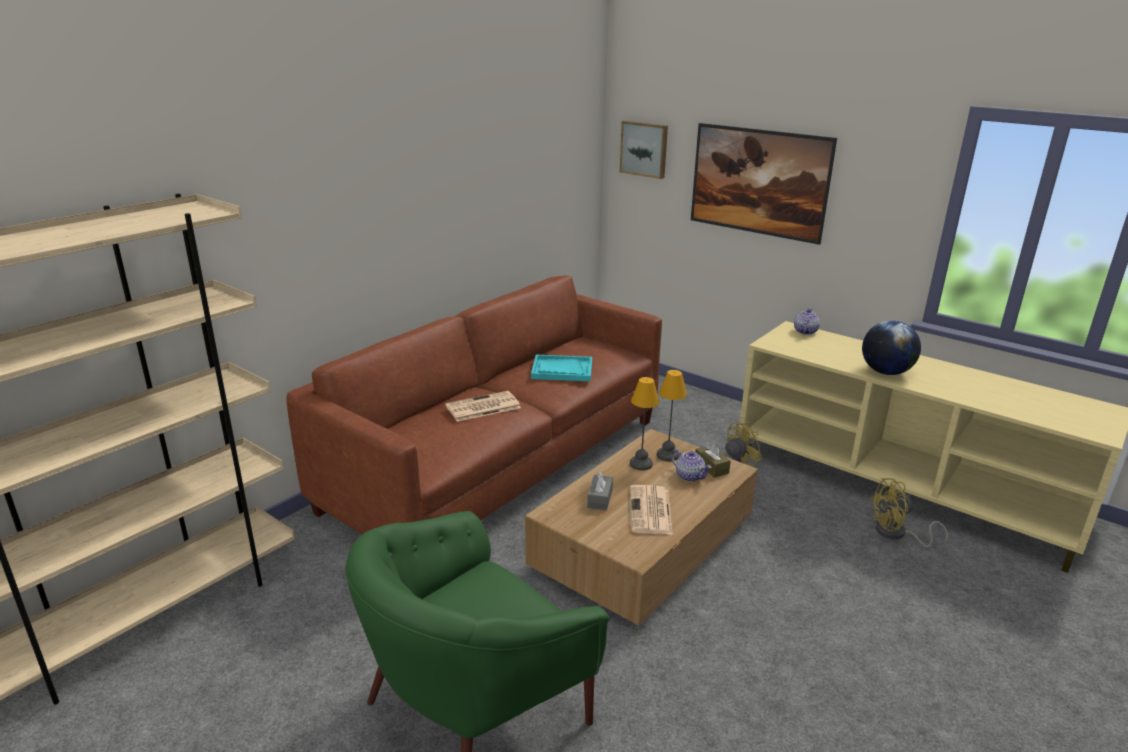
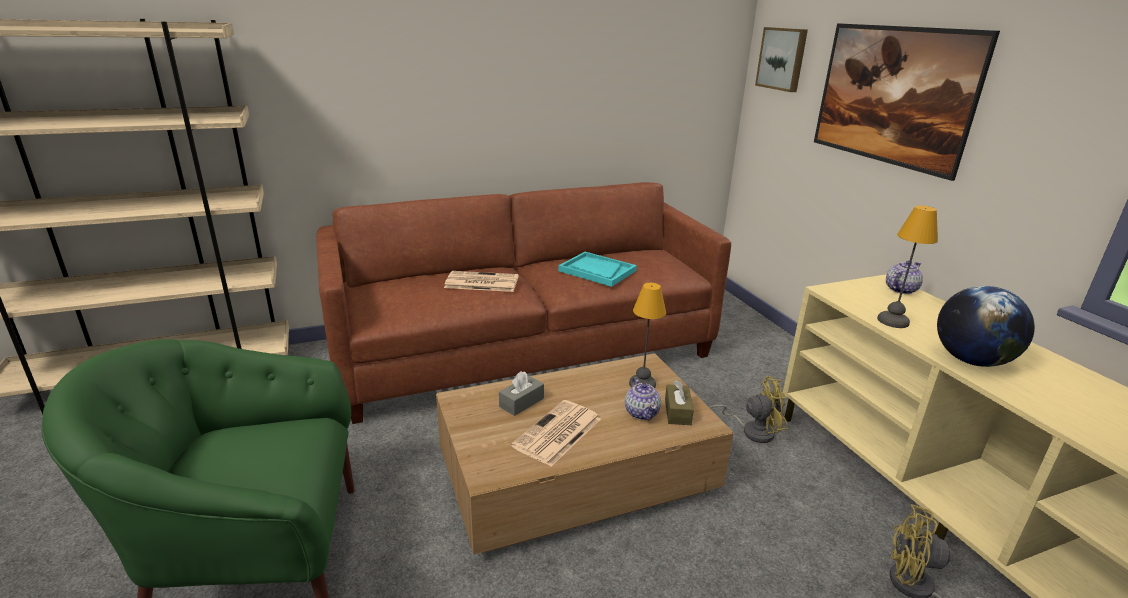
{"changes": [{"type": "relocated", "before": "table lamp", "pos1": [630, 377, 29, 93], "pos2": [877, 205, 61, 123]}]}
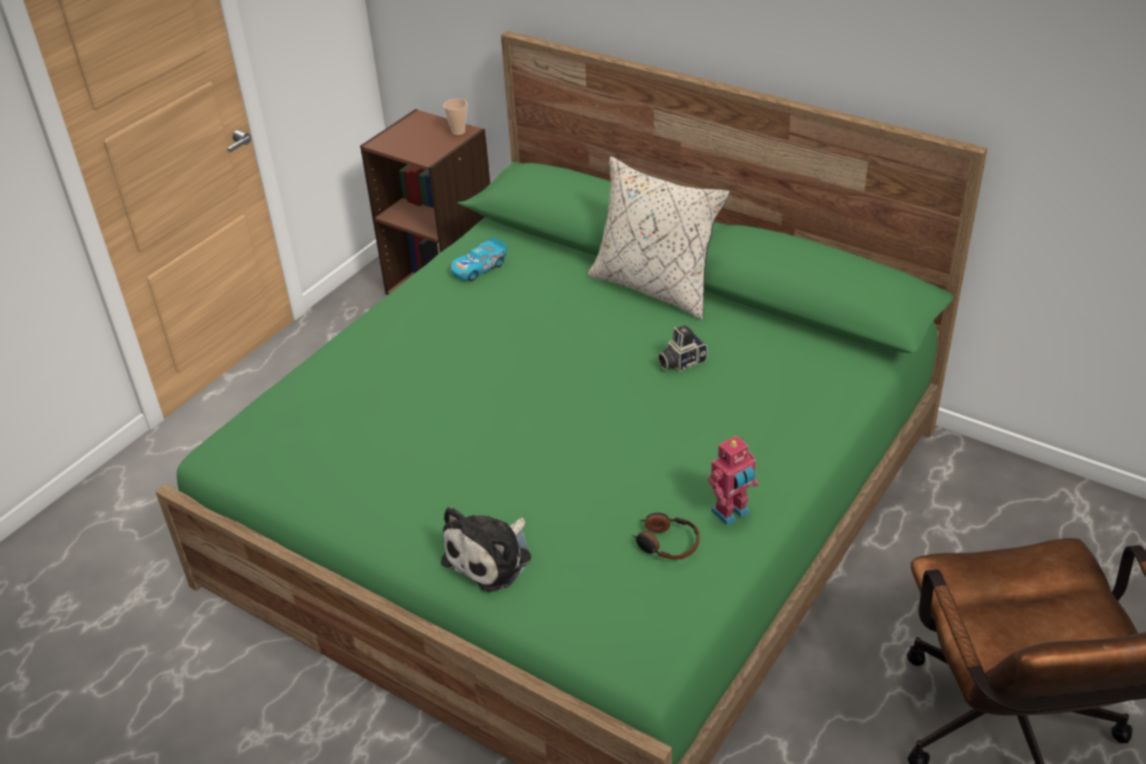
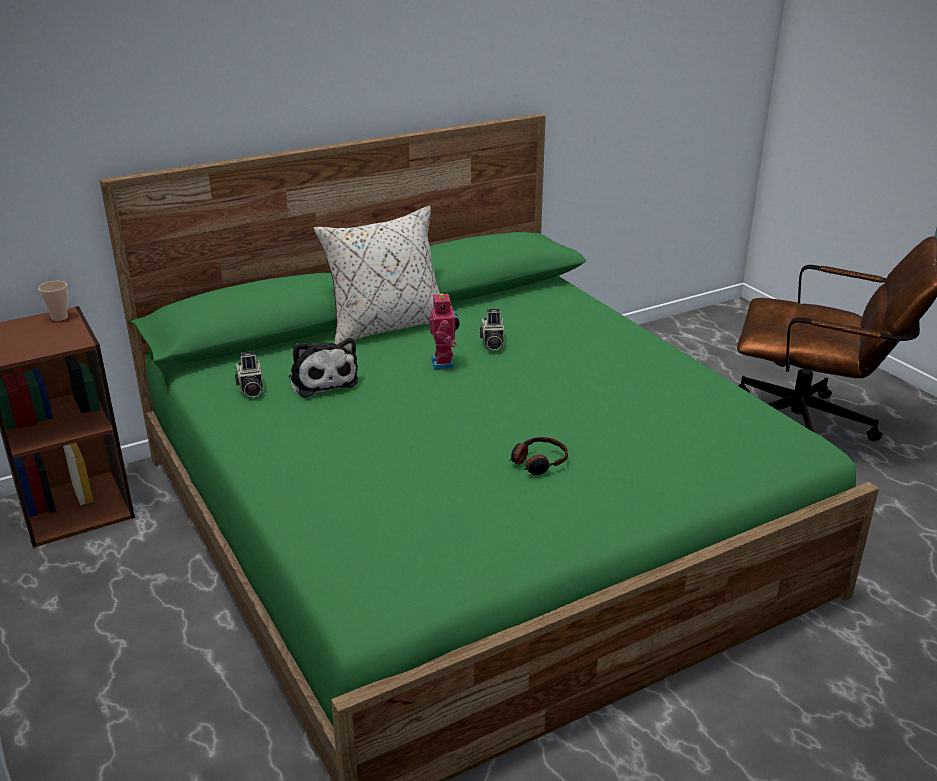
{"changes": [{"type": "relocated", "before": "plush toy", "pos1": [441, 506, 90, 86], "pos2": [289, 338, 70, 60]}, {"type": "relocated", "before": "headphones", "pos1": [632, 513, 68, 47], "pos2": [510, 437, 58, 38]}, {"type": "relocated", "before": "toy robot", "pos1": [708, 436, 50, 90], "pos2": [429, 291, 31, 78]}, {"type": "exchanged", "before": "toy car", "after": "photo camera", "pos1": [450, 236, 57, 45], "pos2": [235, 351, 29, 47]}]}
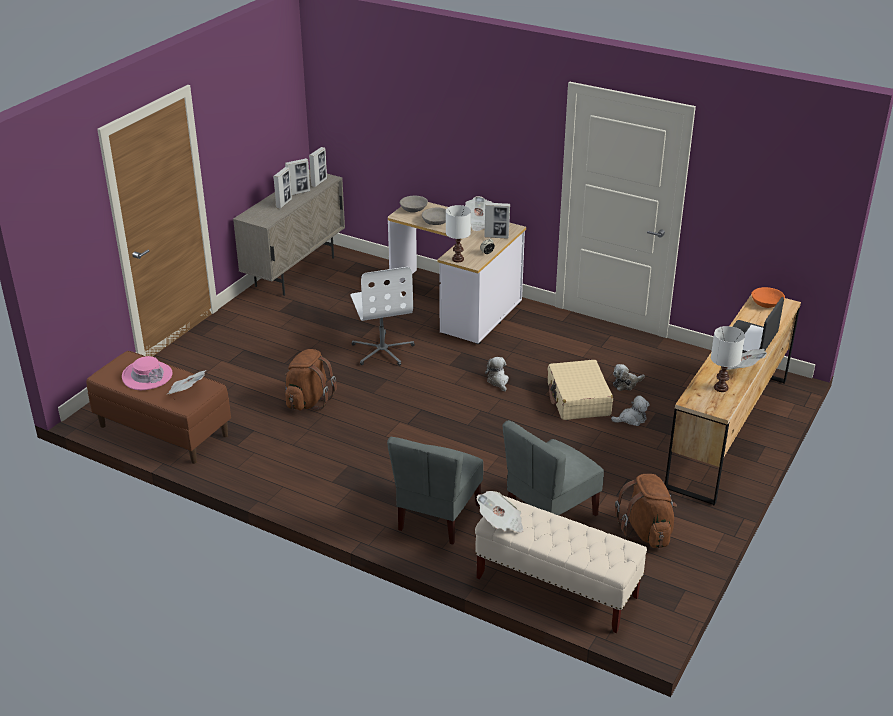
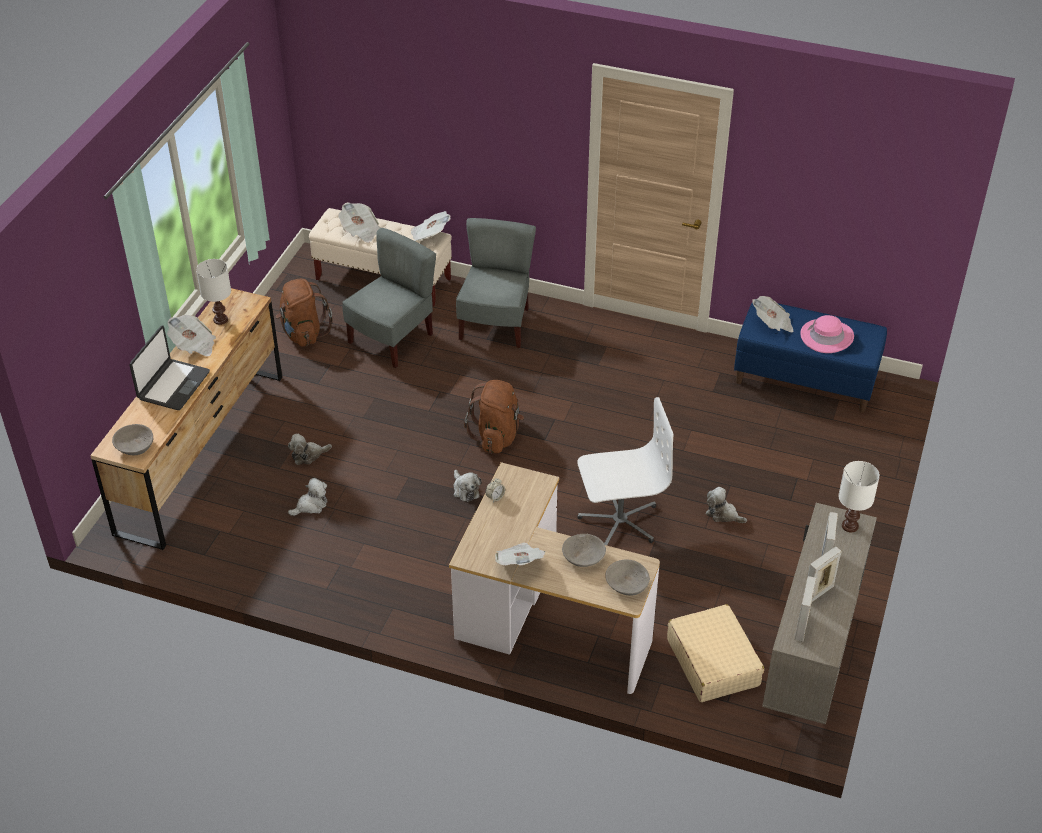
{"changes": [{"type": "missing", "before": "picture frame", "pos1": [484, 202, 26, 37]}, {"type": "appeared", "after": "newspaper", "pos2": [338, 202, 43, 41]}, {"type": "appeared", "after": "plush toy", "pos2": [706, 487, 41, 36]}, {"type": "relocated", "before": "brown backpack", "pos1": [285, 349, 52, 62], "pos2": [464, 380, 60, 73]}, {"type": "relocated", "before": "white table lamp", "pos1": [446, 205, 25, 57], "pos2": [838, 461, 42, 71]}, {"type": "relocated", "before": "beige suitcase", "pos1": [548, 360, 65, 60], "pos2": [667, 604, 97, 98]}, {"type": "colour", "before": "brown bench", "after": "blue bench", "pos1": [87, 351, 144, 113], "pos2": [734, 303, 153, 110]}, {"type": "colour", "before": "orange bowl", "after": "grey bowl", "pos1": [751, 287, 34, 21], "pos2": [112, 424, 41, 31]}, {"type": "spun", "before": "white office chair", "pos1": [350, 267, 65, 99], "pos2": [577, 397, 97, 148], "turn": 105}]}
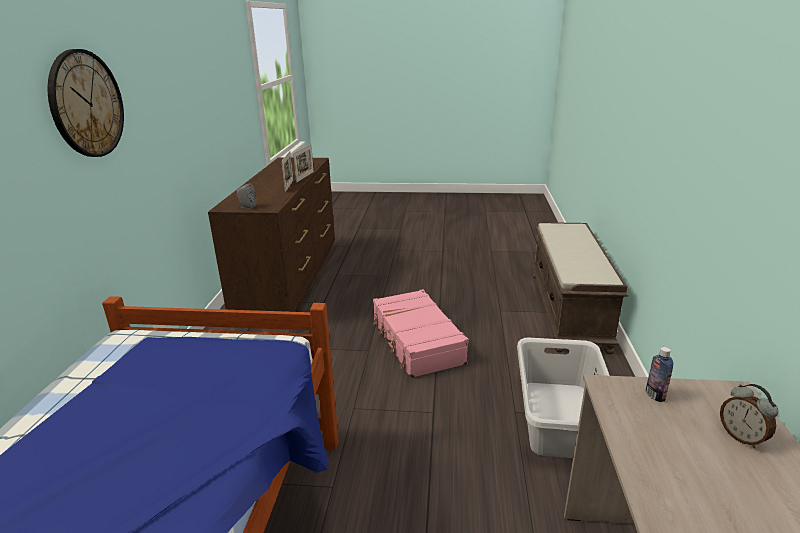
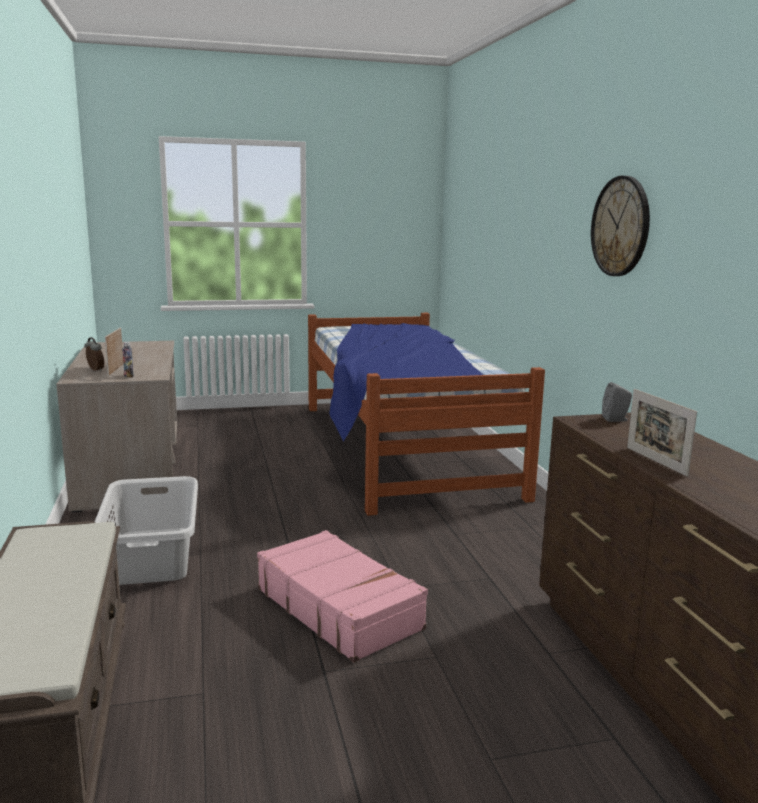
{"changes": [{"type": "relocated", "before": "picture frame", "pos1": [293, 144, 21, 39], "pos2": [105, 328, 18, 48]}]}
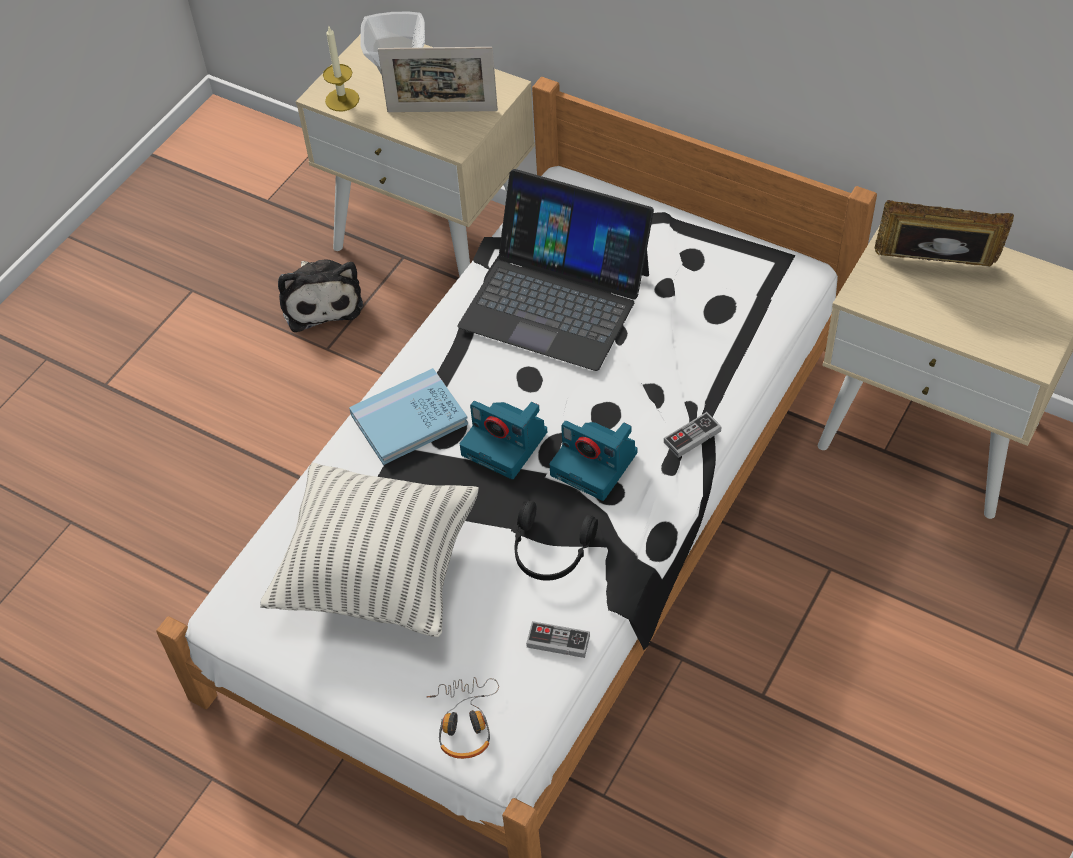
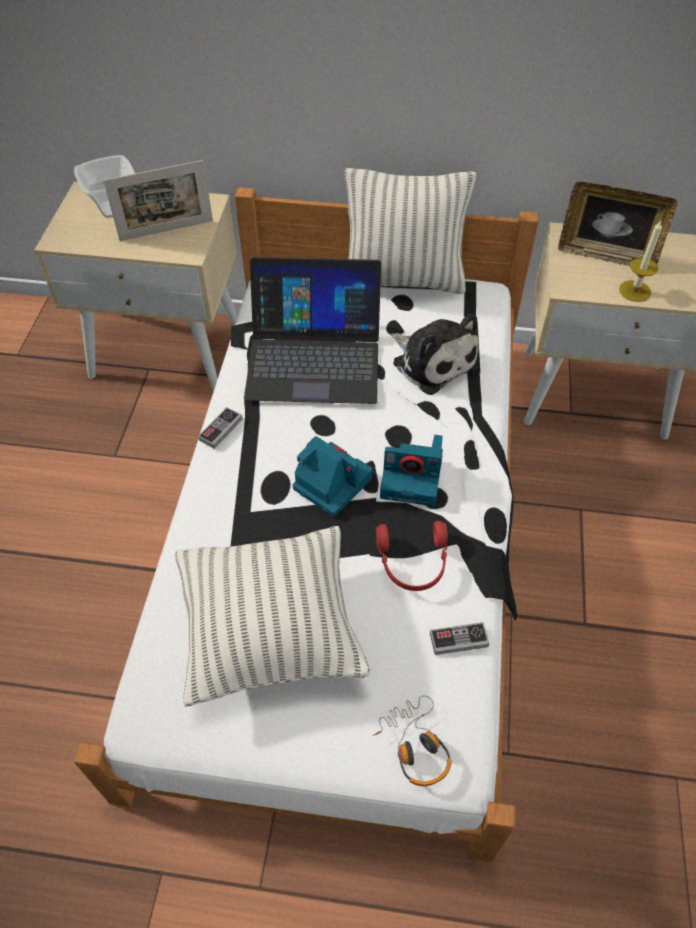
{"changes": [{"type": "missing", "before": "blue book", "pos1": [349, 368, 119, 97]}, {"type": "appeared", "after": "pillow", "pos2": [345, 168, 131, 126]}, {"type": "relocated", "before": "plush toy", "pos1": [278, 260, 85, 72], "pos2": [391, 314, 88, 81]}, {"type": "relocated", "before": "candle", "pos1": [323, 25, 36, 86], "pos2": [619, 220, 43, 82]}, {"type": "relocated", "before": "game controller", "pos1": [664, 412, 57, 46], "pos2": [198, 407, 45, 42]}, {"type": "colour", "before": "black headphones", "after": "red headphones", "pos1": [514, 501, 84, 80], "pos2": [376, 521, 72, 70]}, {"type": "spun", "before": "photo camera", "pos1": [460, 401, 87, 78], "pos2": [293, 436, 79, 81], "turn": -150}, {"type": "spun", "before": "picture frame", "pos1": [875, 200, 139, 67], "pos2": [558, 182, 120, 85], "turn": -150}]}
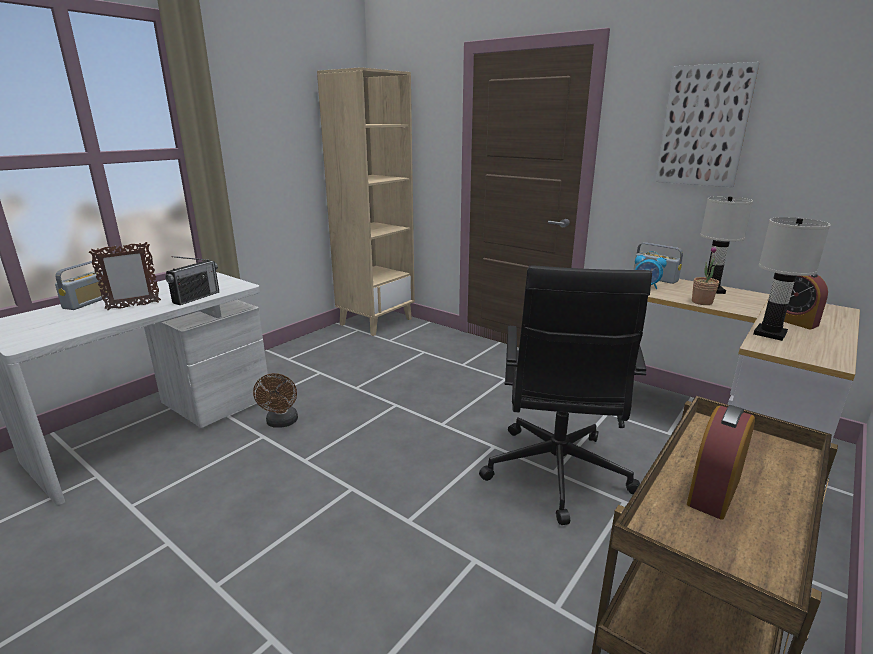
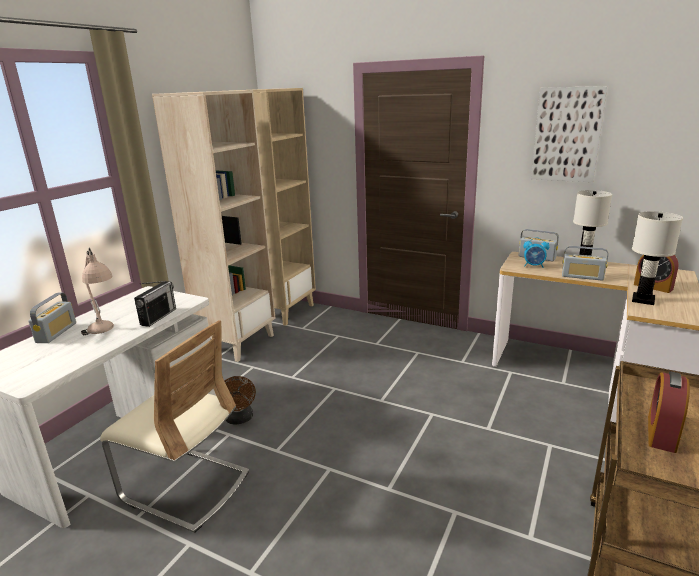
{"changes": [{"type": "missing", "before": "black office chair", "pos1": [479, 265, 173, 260]}, {"type": "appeared", "after": "beige chair", "pos2": [100, 320, 149, 213]}, {"type": "appeared", "after": "beige bookcase", "pos2": [152, 90, 124, 272]}, {"type": "exchanged", "before": "picture frame", "after": "beige table lamp", "pos1": [89, 242, 72, 68], "pos2": [81, 248, 33, 87]}, {"type": "exchanged", "before": "potted plant", "after": "radio", "pos1": [692, 246, 27, 59], "pos2": [562, 246, 46, 35]}]}
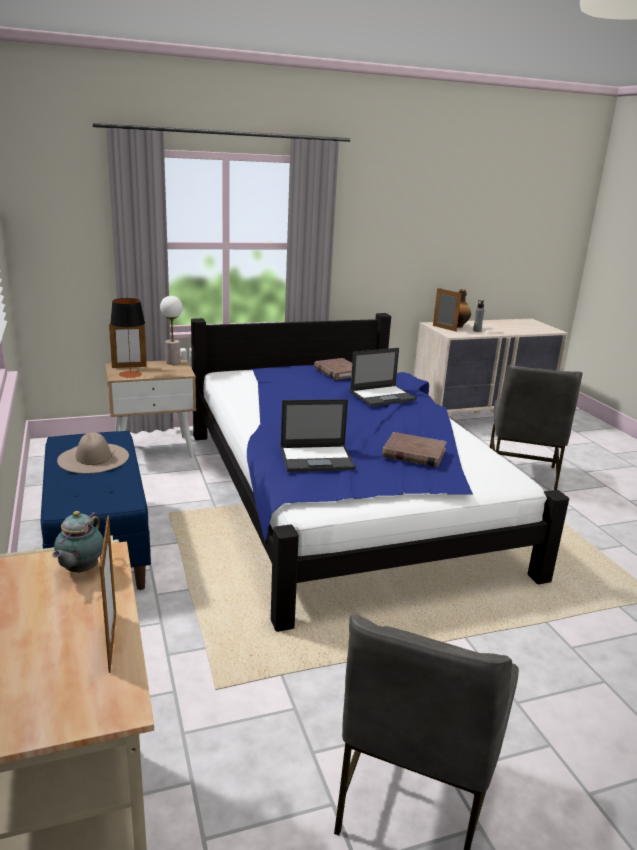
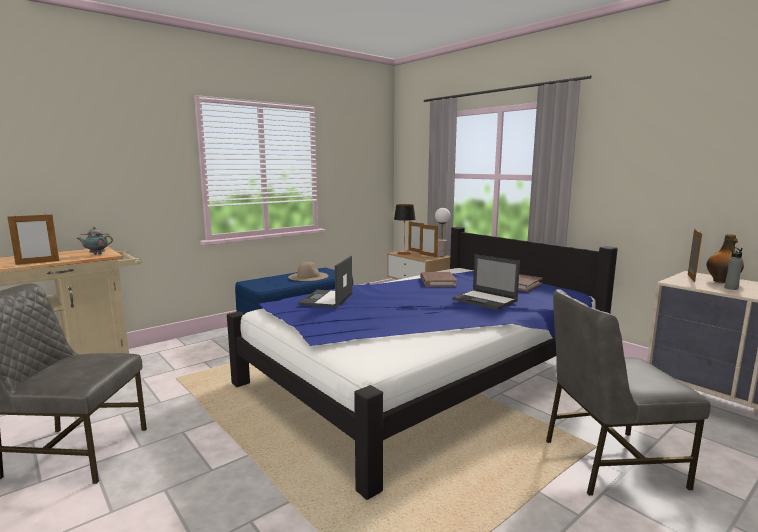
{"changes": [{"type": "appeared", "after": "picture frame", "pos2": [420, 224, 18, 33]}, {"type": "relocated", "before": "brown book", "pos1": [382, 432, 65, 35], "pos2": [420, 272, 37, 15]}, {"type": "spun", "before": "laptop", "pos1": [280, 399, 75, 73], "pos2": [298, 256, 55, 52], "turn": 45}]}
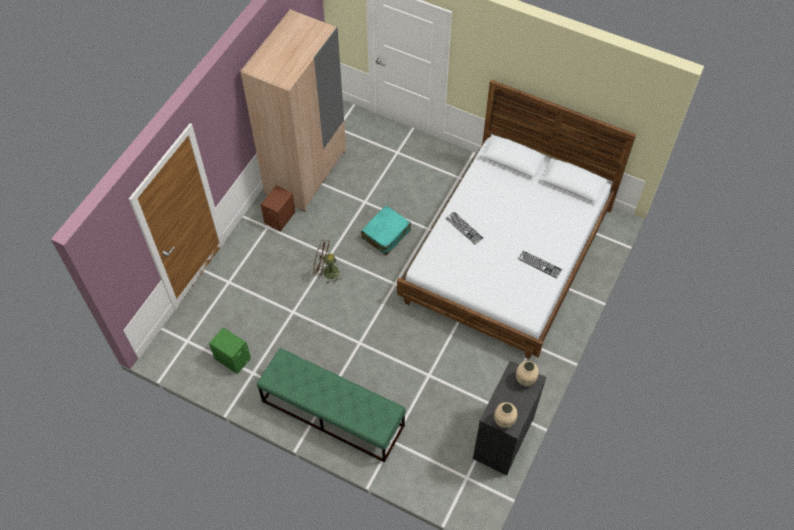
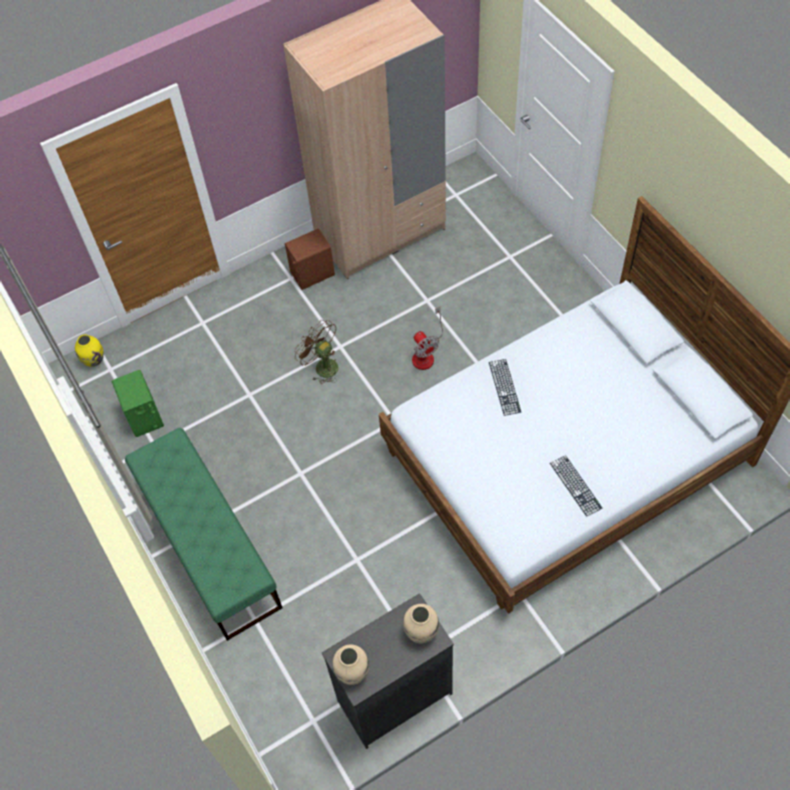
{"changes": [{"type": "appeared", "after": "yellow vase", "pos2": [75, 335, 29, 32]}, {"type": "exchanged", "before": "turquoise suitcase", "after": "fan", "pos1": [361, 205, 50, 51], "pos2": [412, 307, 31, 63]}]}
